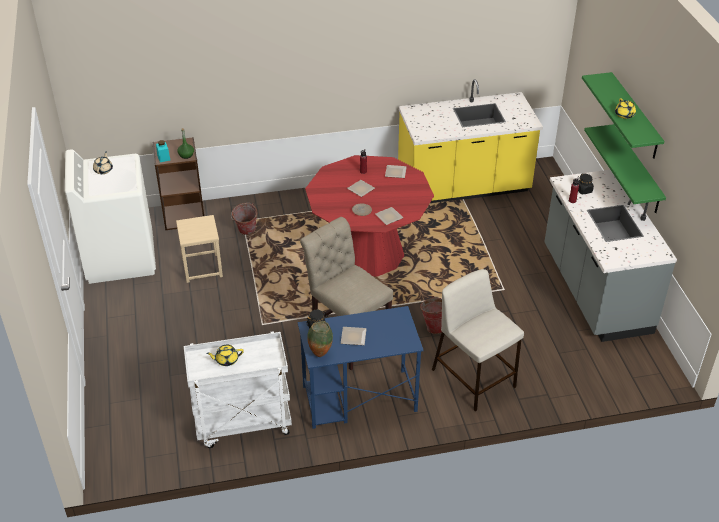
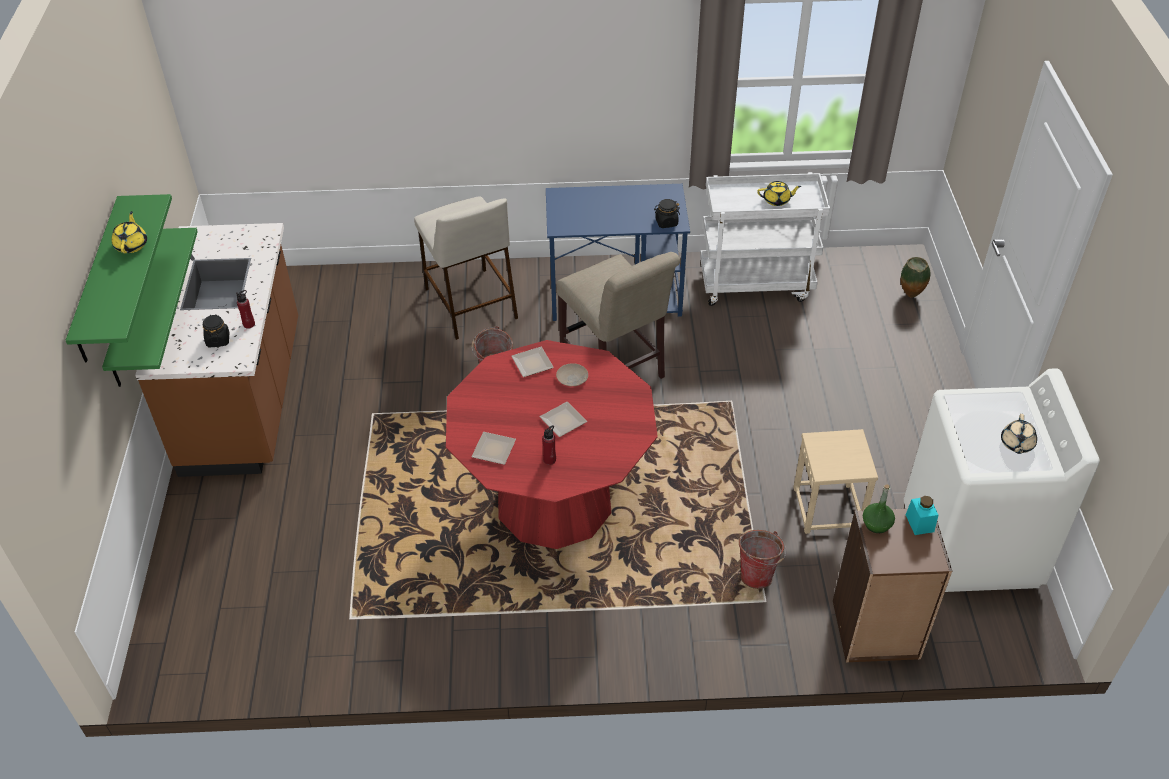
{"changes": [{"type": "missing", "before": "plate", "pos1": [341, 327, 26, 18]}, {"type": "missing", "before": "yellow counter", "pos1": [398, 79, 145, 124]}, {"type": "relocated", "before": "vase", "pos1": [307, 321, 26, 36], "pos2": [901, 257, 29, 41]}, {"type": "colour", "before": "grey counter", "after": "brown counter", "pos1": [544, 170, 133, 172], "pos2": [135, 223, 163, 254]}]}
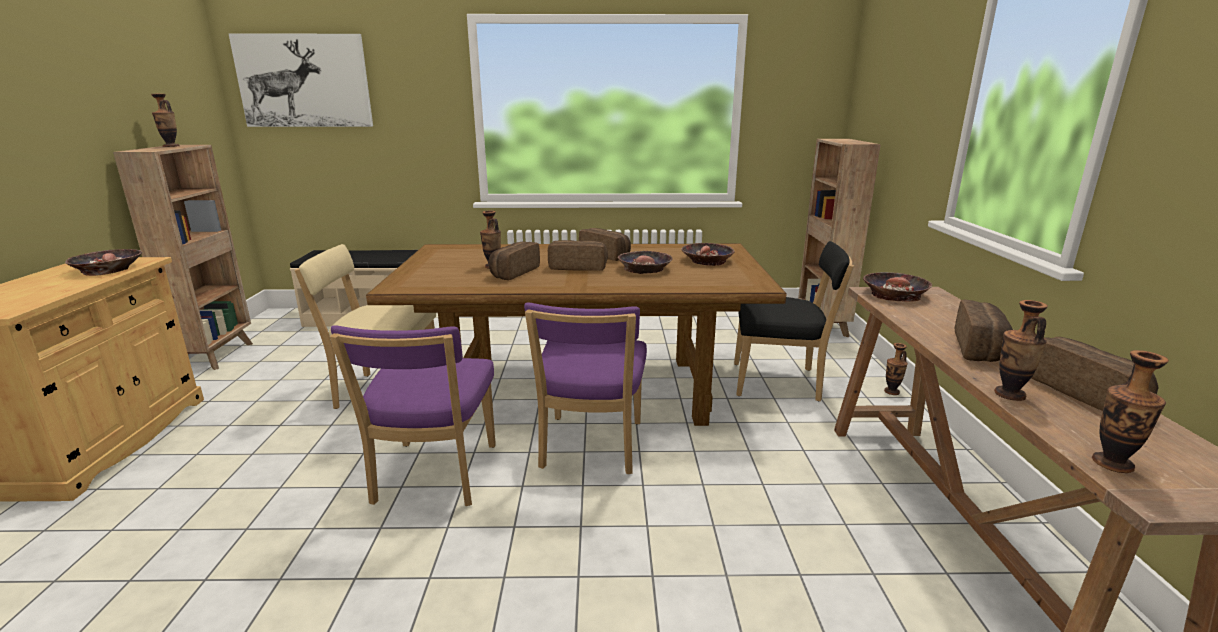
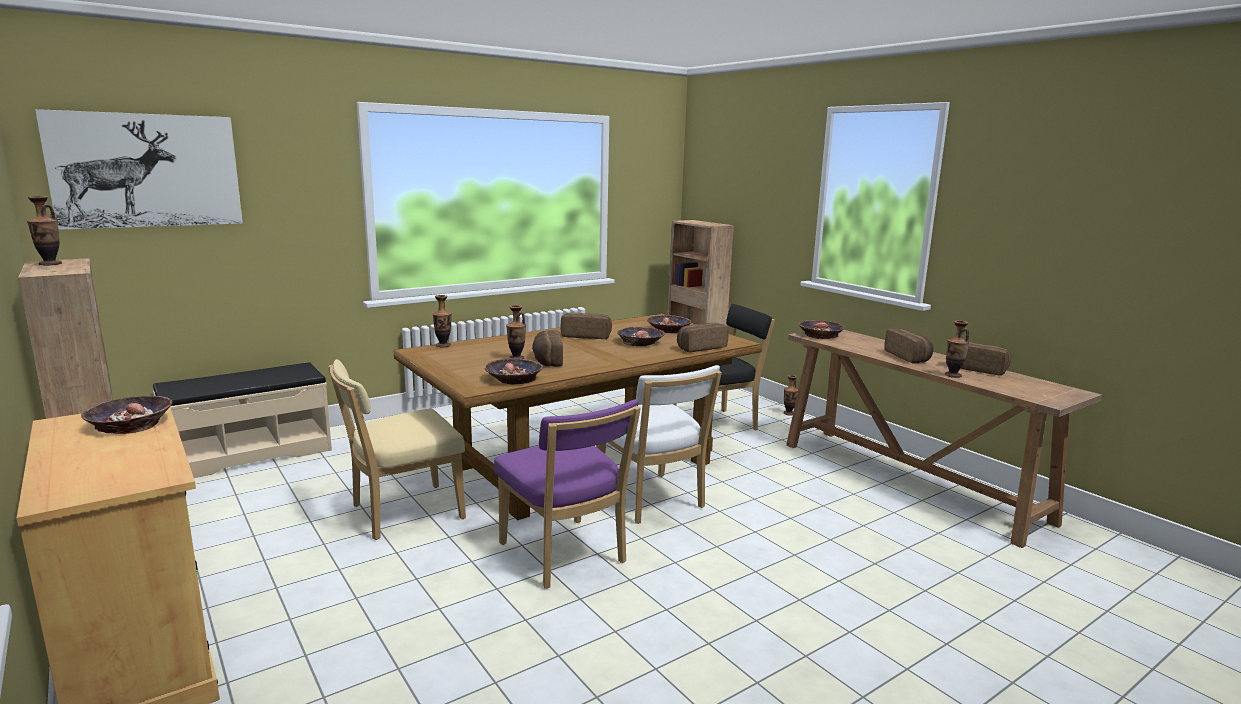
{"changes": [{"type": "appeared", "after": "bowl", "pos2": [485, 358, 58, 27]}, {"type": "relocated", "before": "bread", "pos1": [548, 240, 60, 31], "pos2": [677, 323, 52, 29]}, {"type": "relocated", "before": "vase", "pos1": [1092, 350, 77, 123], "pos2": [433, 295, 19, 52]}, {"type": "colour", "before": "purple chair", "after": "white chair", "pos1": [524, 302, 123, 172], "pos2": [596, 365, 126, 159]}]}
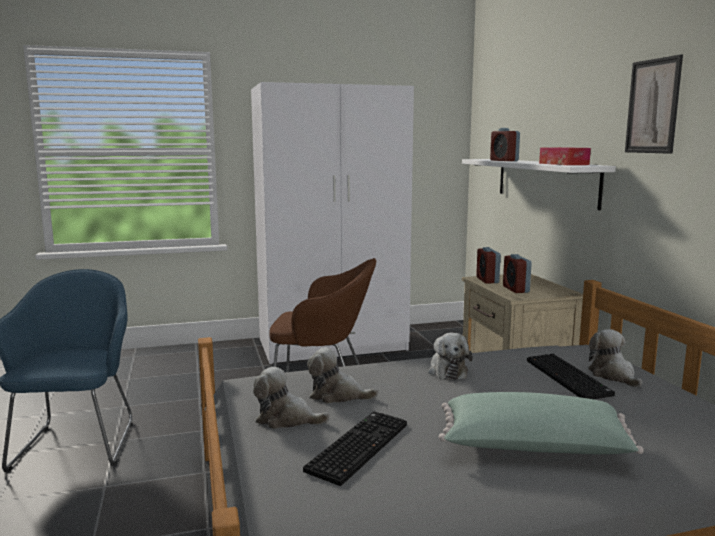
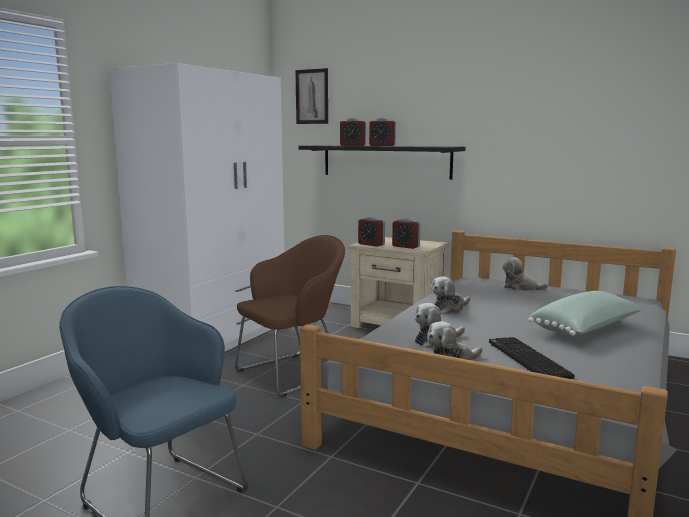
{"changes": [{"type": "missing", "before": "keyboard", "pos1": [527, 354, 88, 45]}, {"type": "missing", "before": "tissue box", "pos1": [539, 147, 52, 18]}, {"type": "appeared", "after": "alarm clock", "pos2": [369, 118, 27, 28]}, {"type": "relocated", "before": "picture", "pos1": [625, 55, 58, 99], "pos2": [295, 68, 33, 56]}, {"type": "colour", "before": "white shelf", "after": "black shelf", "pos1": [462, 159, 154, 51], "pos2": [299, 145, 166, 35]}, {"type": "spun", "before": "plush toy", "pos1": [428, 333, 45, 47], "pos2": [431, 277, 39, 37], "turn": 105}]}
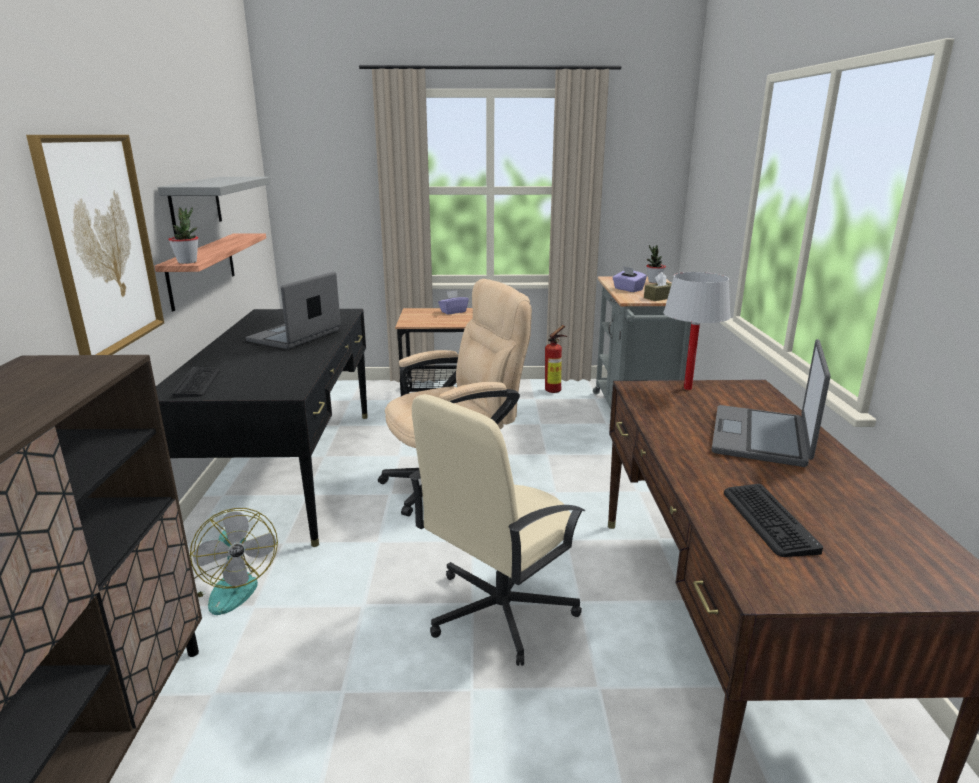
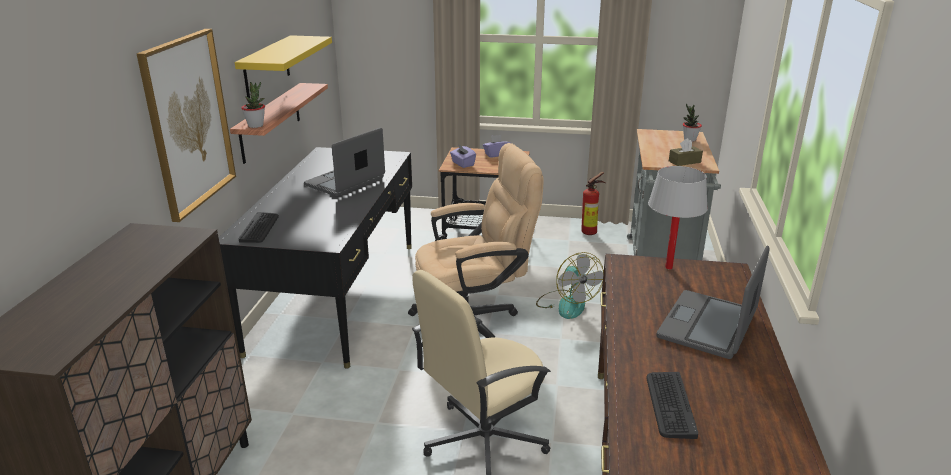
{"changes": [{"type": "relocated", "before": "fan", "pos1": [190, 508, 88, 107], "pos2": [536, 252, 68, 67]}, {"type": "relocated", "before": "purple tissue box", "pos1": [613, 266, 34, 26], "pos2": [450, 144, 26, 24]}, {"type": "colour", "before": "grey shelf", "after": "yellow shelf", "pos1": [158, 177, 113, 60], "pos2": [235, 35, 97, 63]}]}
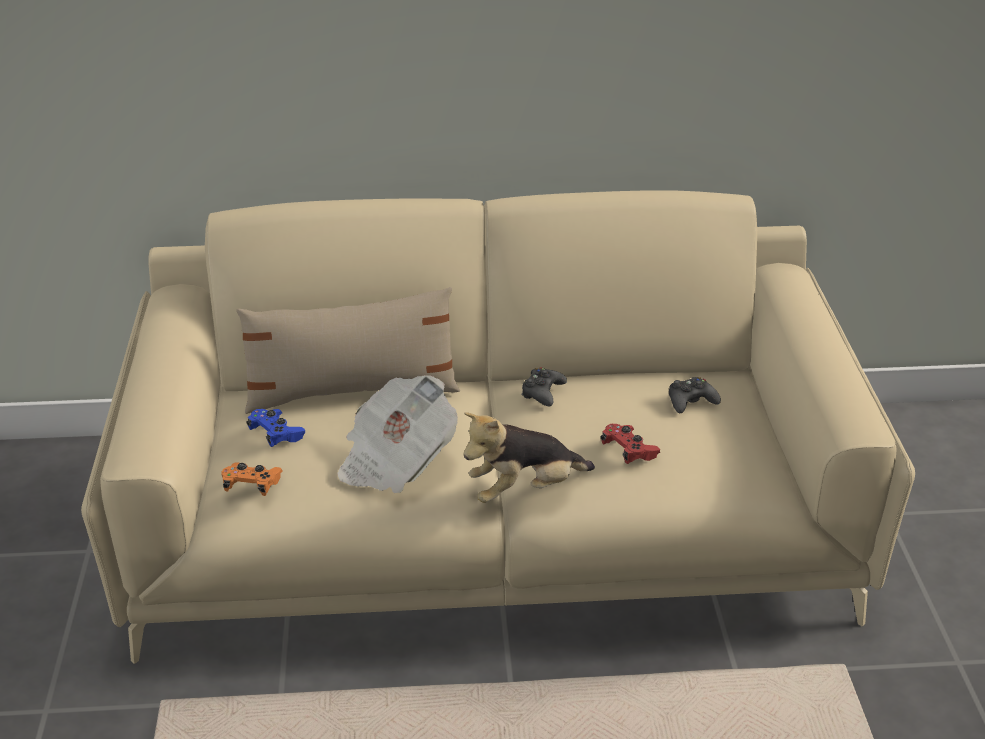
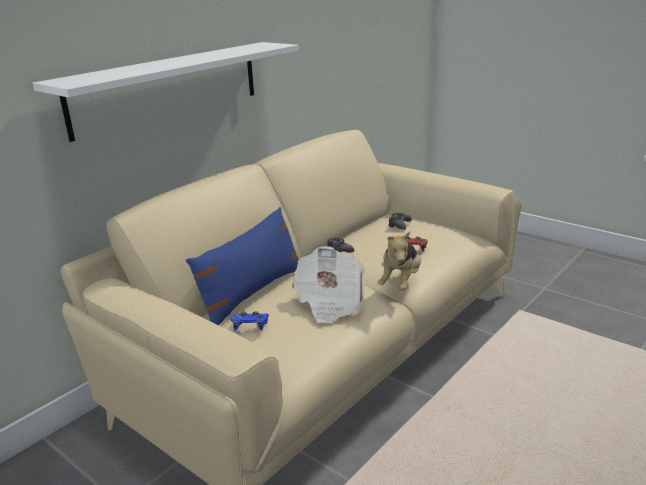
{"changes": [{"type": "missing", "before": "orange game controller", "pos1": [221, 463, 61, 33]}, {"type": "appeared", "after": "white shelf", "pos2": [33, 42, 266, 100]}, {"type": "colour", "before": "beige pillow", "after": "blue pillow", "pos1": [236, 287, 224, 127], "pos2": [186, 207, 113, 118]}]}
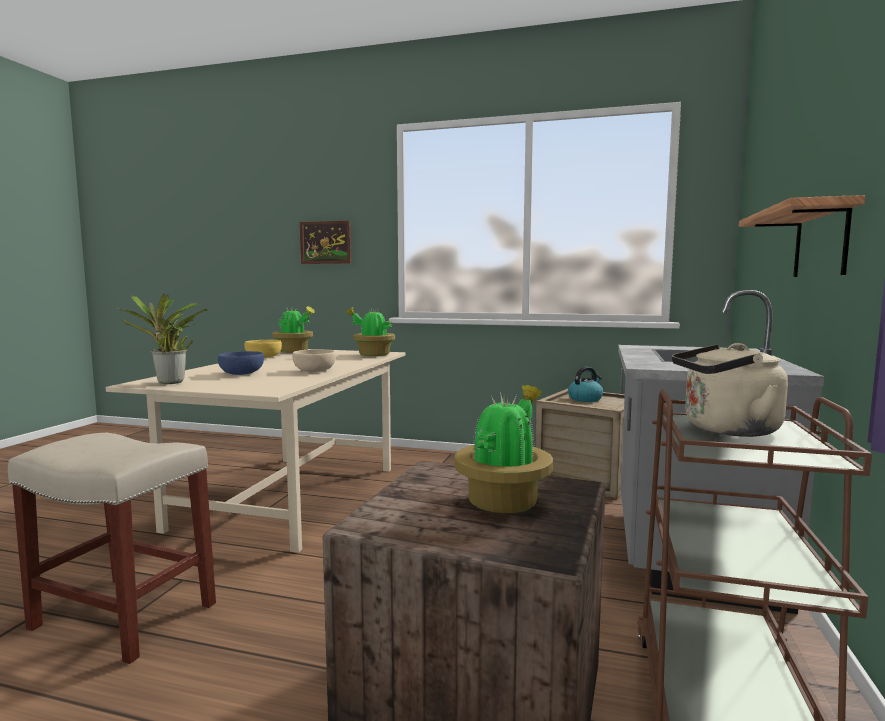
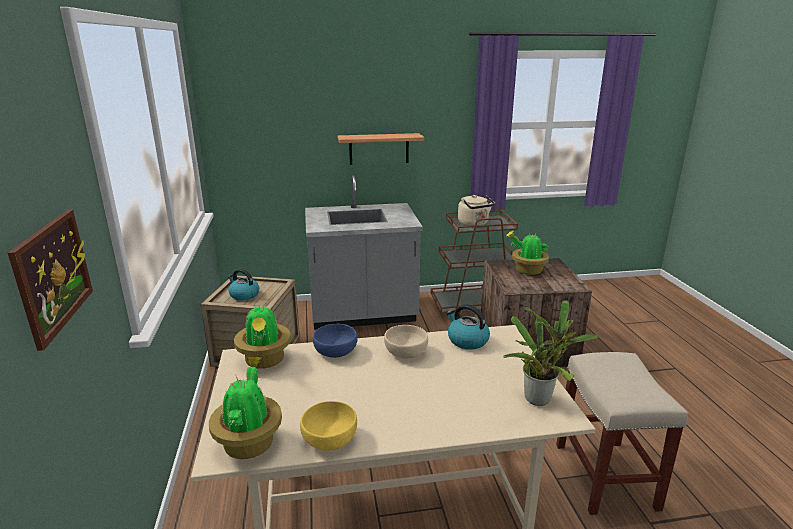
{"changes": [{"type": "appeared", "after": "kettle", "pos2": [446, 304, 44, 46]}, {"type": "relocated", "before": "blue bowl", "pos1": [218, 351, 46, 24], "pos2": [313, 324, 44, 34]}]}
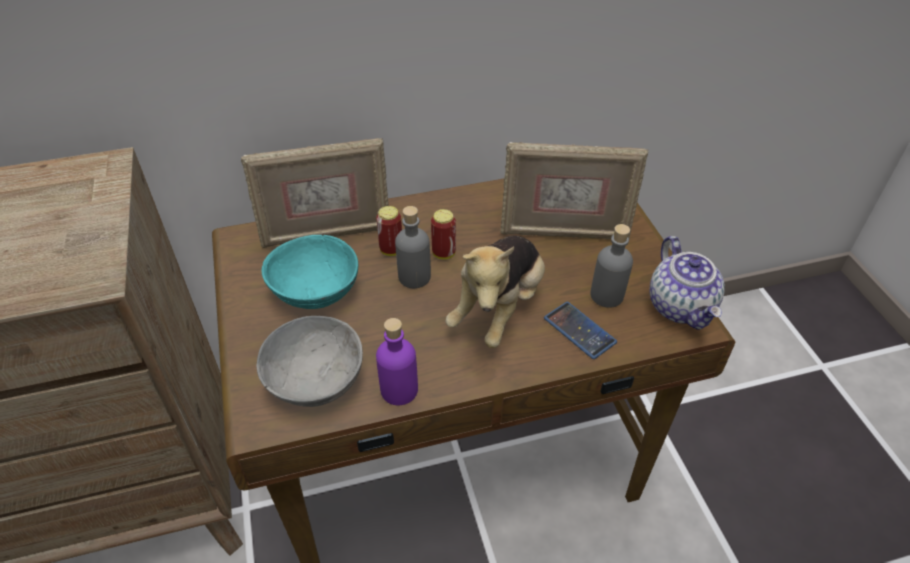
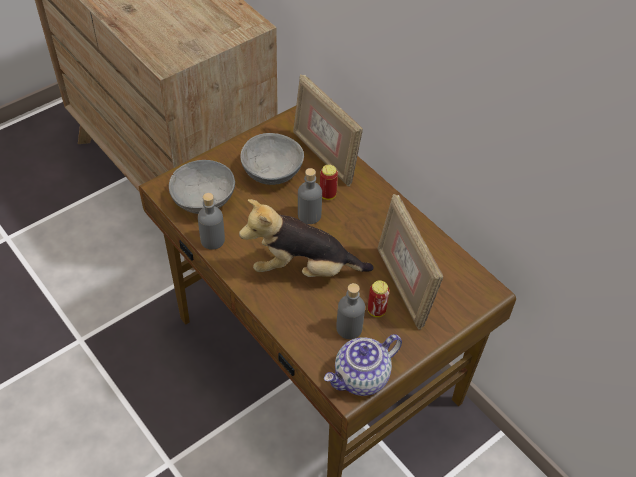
{"changes": [{"type": "missing", "before": "phone", "pos1": [544, 302, 73, 57]}, {"type": "relocated", "before": "can", "pos1": [431, 209, 25, 50], "pos2": [368, 280, 21, 37]}, {"type": "colour", "before": "turquoise bowl", "after": "grey bowl", "pos1": [261, 235, 97, 74], "pos2": [240, 133, 64, 52]}, {"type": "colour", "before": "purple bottle", "after": "grey bottle", "pos1": [376, 318, 42, 87], "pos2": [198, 193, 27, 57]}]}
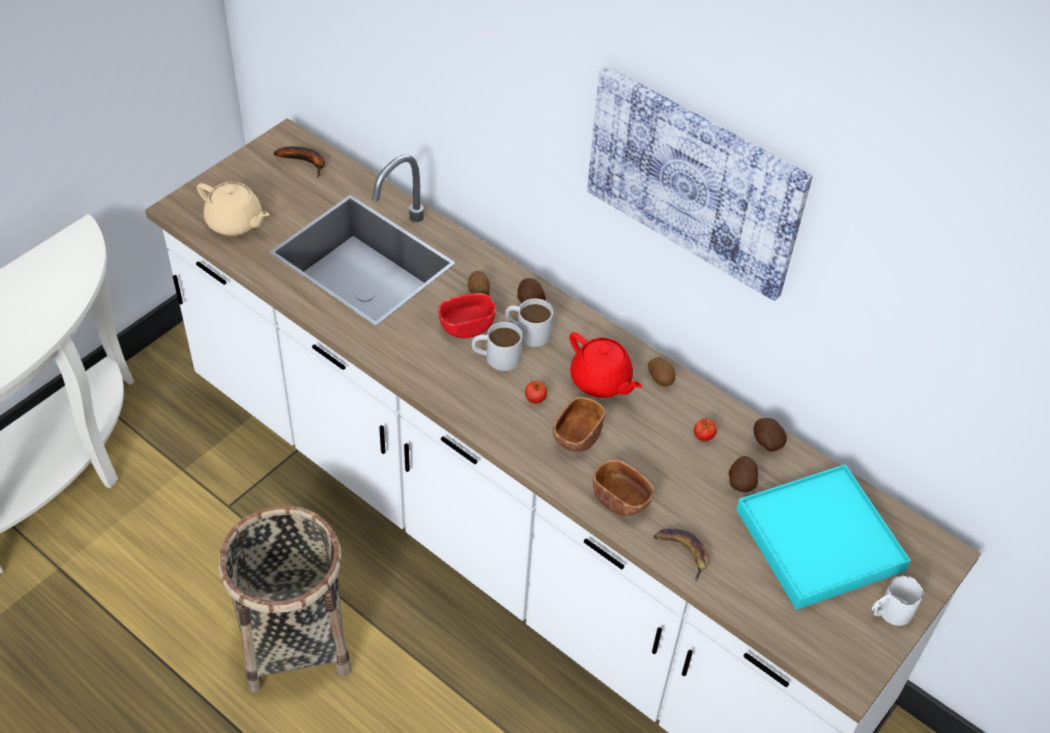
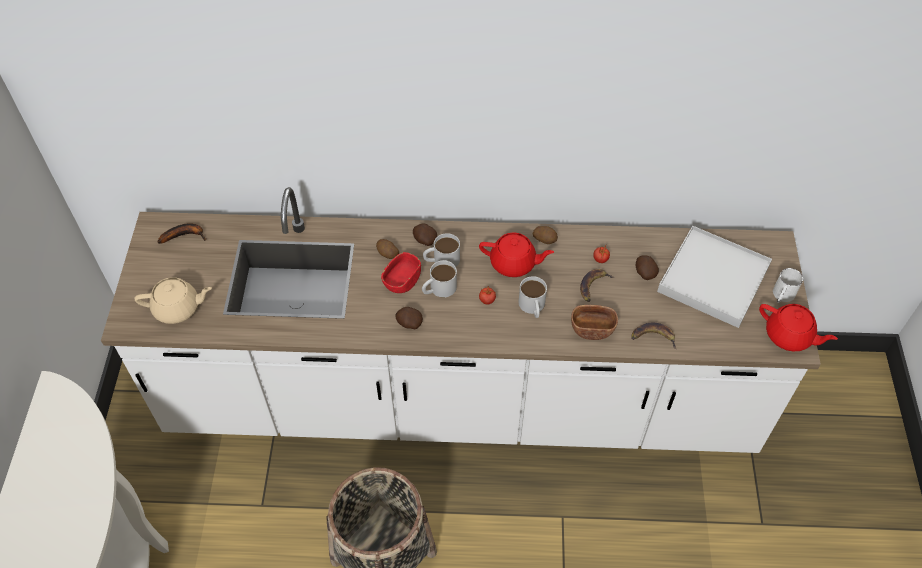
{"changes": [{"type": "missing", "before": "picture", "pos1": [587, 65, 226, 236]}, {"type": "appeared", "after": "banana", "pos2": [580, 269, 35, 33]}, {"type": "appeared", "after": "red teapot", "pos2": [759, 304, 79, 47]}, {"type": "relocated", "before": "potato", "pos1": [754, 418, 33, 34], "pos2": [395, 307, 28, 22]}, {"type": "exchanged", "before": "brown bowl", "after": "white mug", "pos1": [553, 397, 52, 55], "pos2": [519, 276, 28, 42]}, {"type": "colour", "before": "turquoise tray", "after": "white tray", "pos1": [736, 464, 175, 146], "pos2": [657, 226, 115, 102]}]}
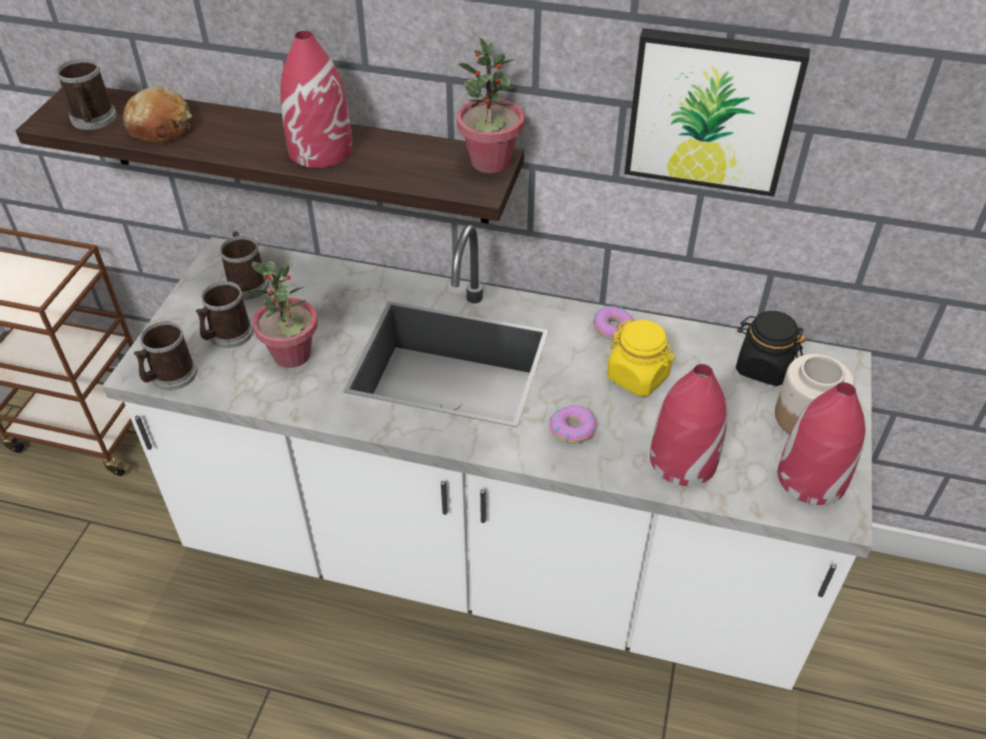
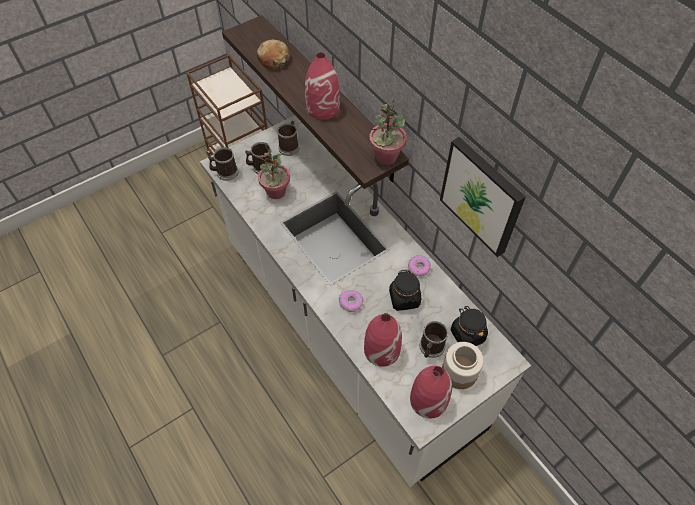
{"changes": [{"type": "relocated", "before": "mug", "pos1": [56, 58, 61, 72], "pos2": [419, 321, 29, 37]}, {"type": "colour", "before": "yellow jar", "after": "black jar", "pos1": [607, 320, 68, 77], "pos2": [389, 269, 32, 42]}]}
